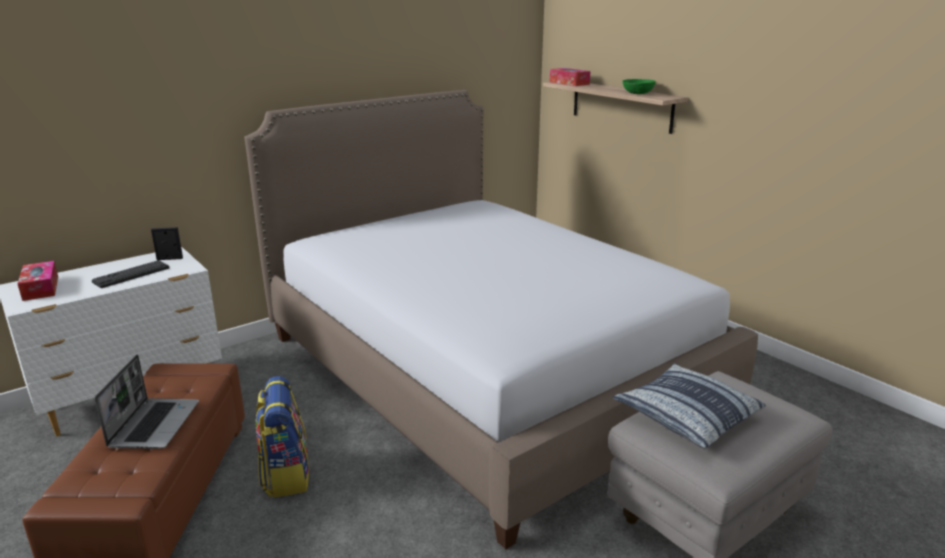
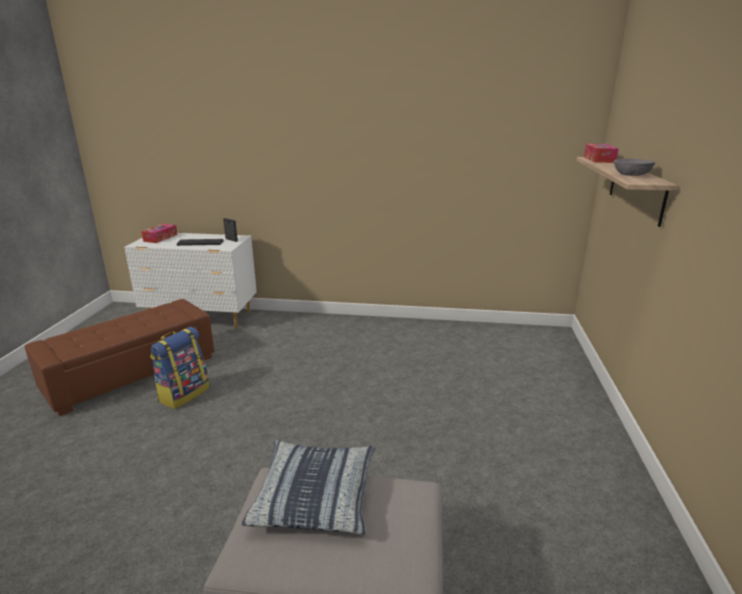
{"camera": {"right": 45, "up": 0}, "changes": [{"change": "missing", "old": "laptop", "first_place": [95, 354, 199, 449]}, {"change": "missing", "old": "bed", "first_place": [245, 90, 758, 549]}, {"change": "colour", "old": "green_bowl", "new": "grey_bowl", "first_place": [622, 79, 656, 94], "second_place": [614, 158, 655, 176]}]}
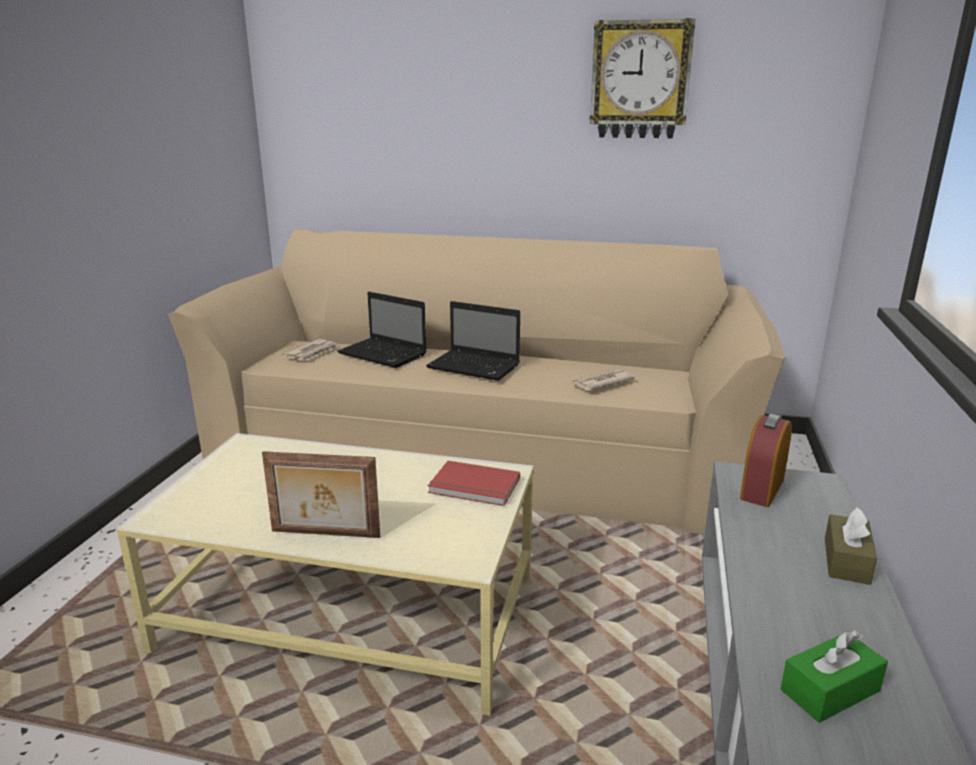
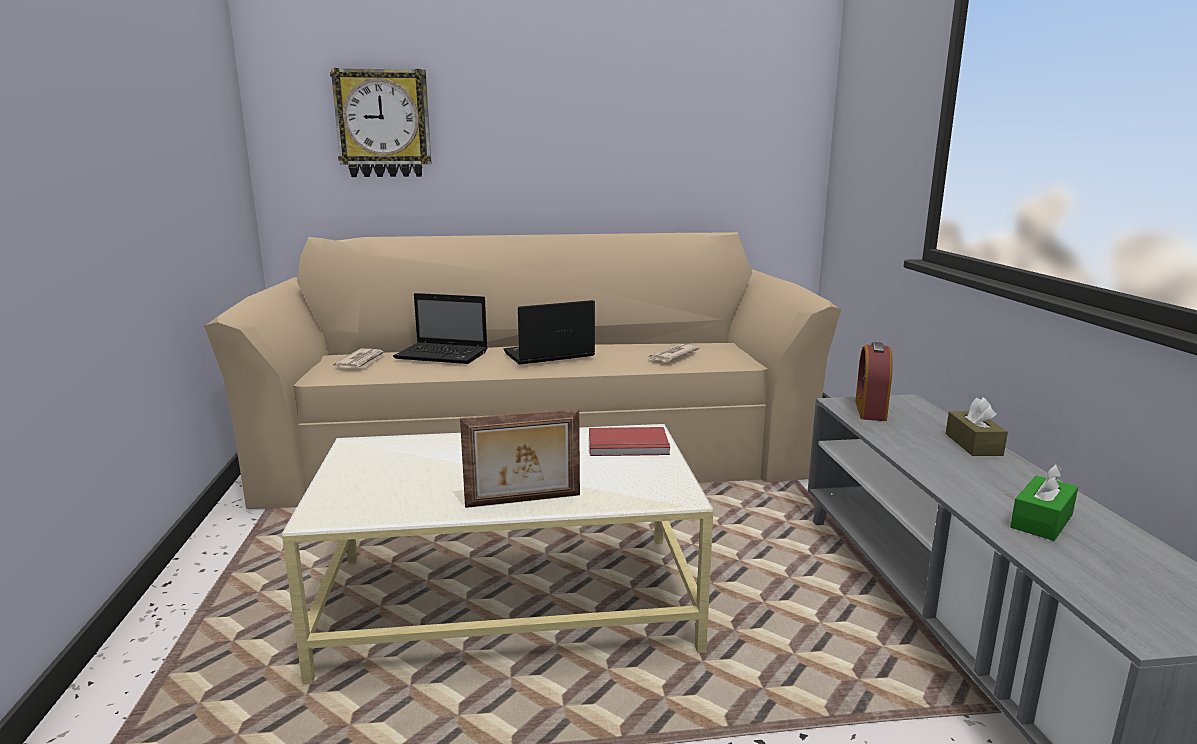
{"camera": {"right": -20, "up": -5}, "changes": [{"change": "relocated", "old": "wall_clock", "first_place": [590, 18, 695, 138], "second_place": [330, 68, 432, 177]}, {"change": "spun", "old": "laptop", "first_place": [426, 301, 520, 381], "second_place": [504, 300, 595, 365], "degrees": 150}]}
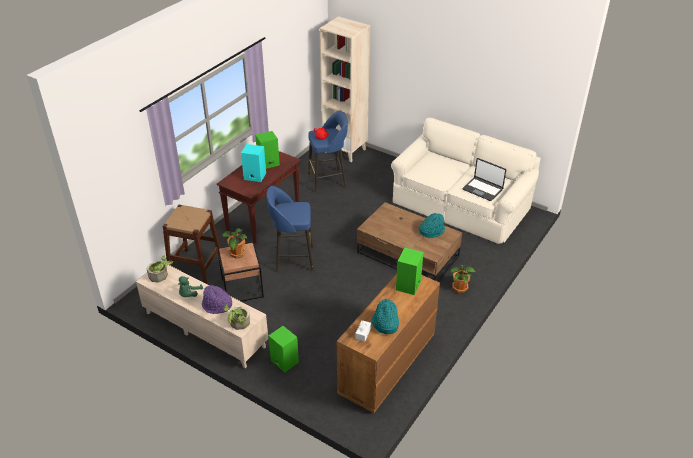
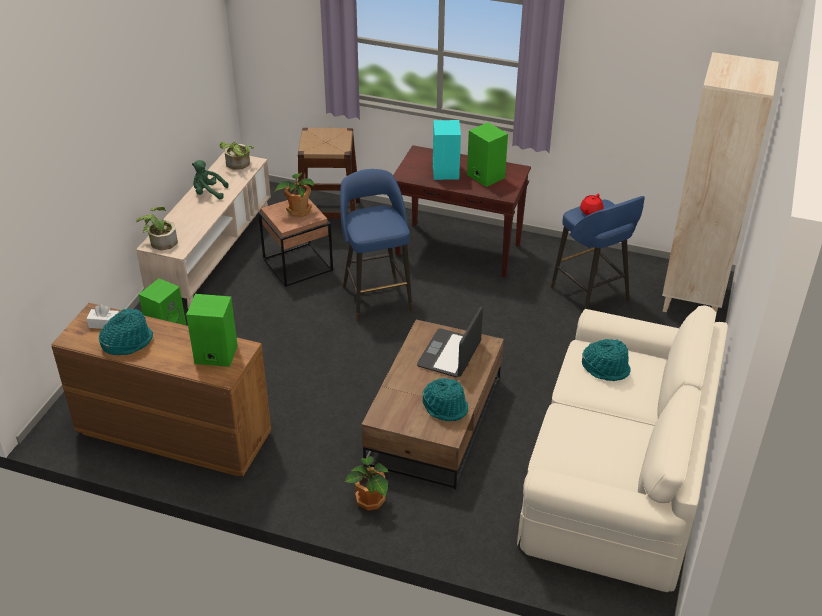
{"camera": {"right": 75, "up": 0}, "changes": [{"change": "missing", "old": "purple_hat", "first_place": [202, 285, 232, 314]}, {"change": "appeared", "new": "turquoise_hat", "second_place": [582, 339, 631, 381]}, {"change": "relocated", "old": "laptop", "first_place": [462, 158, 506, 201], "second_place": [417, 307, 483, 378]}]}
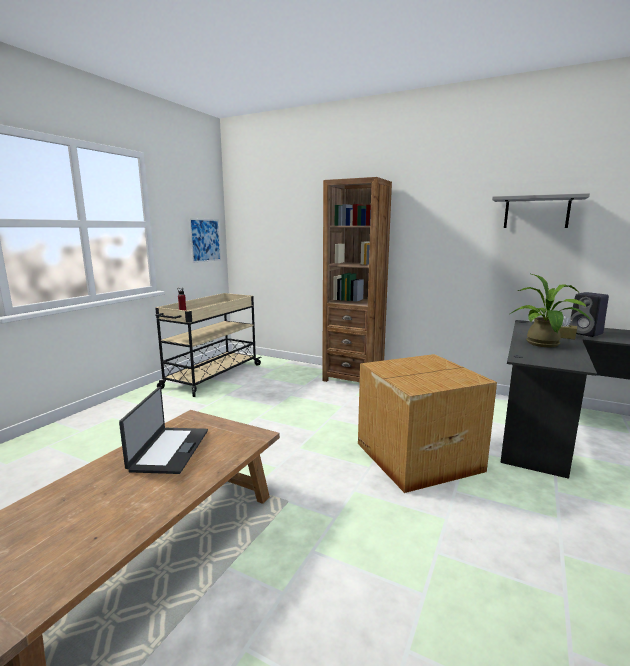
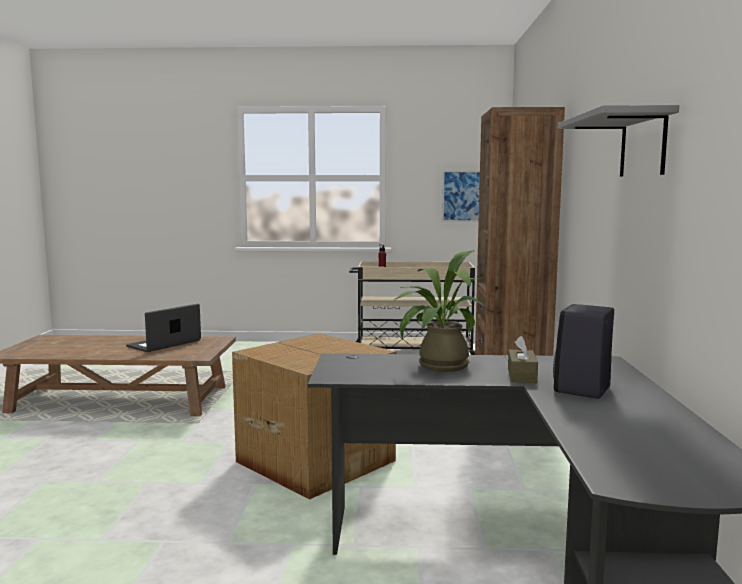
{"camera": {"right": 65, "up": -5}, "changes": [{"change": "spun", "old": "laptop", "first_place": [119, 387, 208, 474], "second_place": [126, 304, 201, 352], "degrees": 150}]}
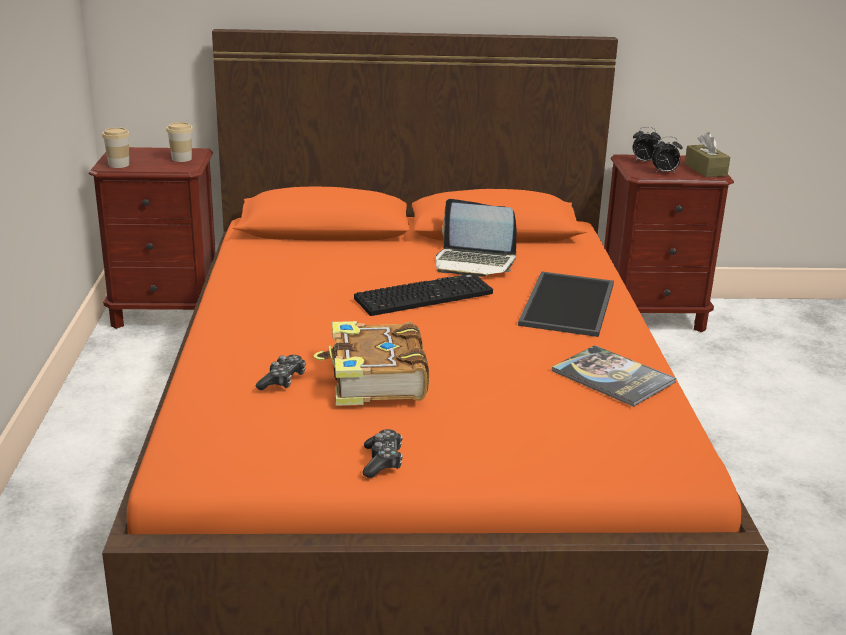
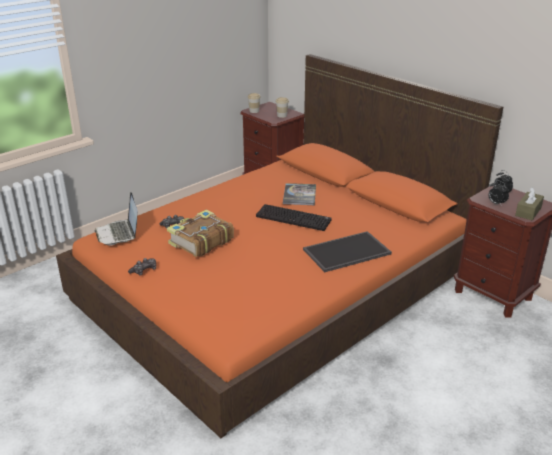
{"camera": {"right": 50, "up": 5}, "changes": [{"change": "relocated", "old": "laptop", "first_place": [436, 199, 517, 277], "second_place": [95, 192, 137, 246]}, {"change": "relocated", "old": "book", "first_place": [551, 345, 676, 407], "second_place": [283, 183, 316, 205]}]}
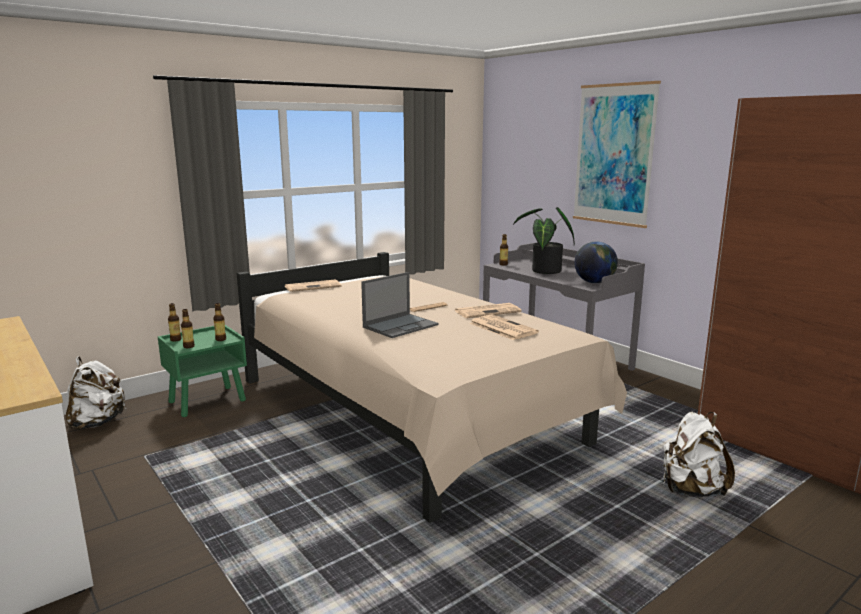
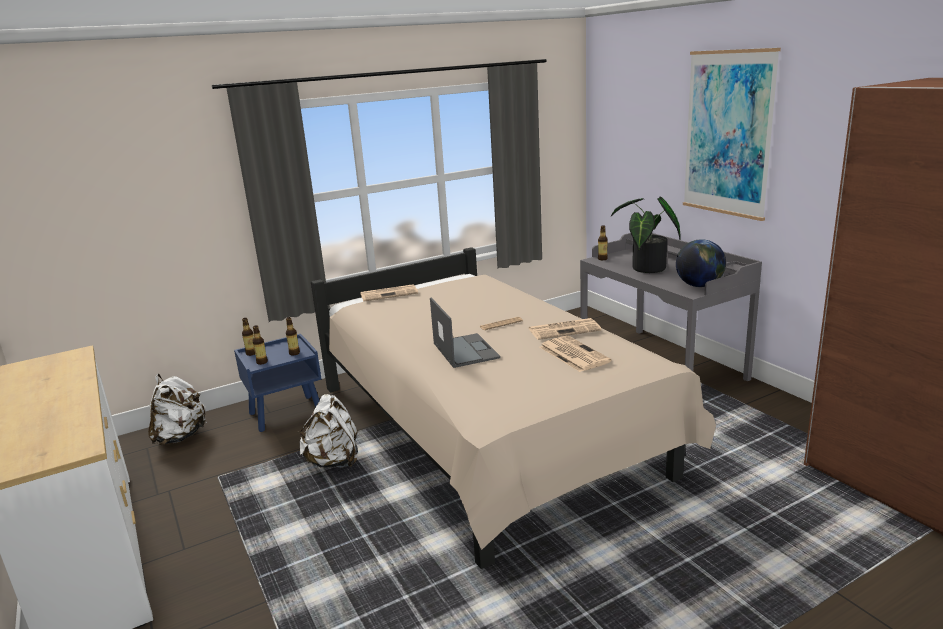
{"camera": {"right": 10, "up": 5}, "changes": [{"change": "relocated", "old": "white_backpack", "first_place": [663, 412, 735, 497], "second_place": [298, 394, 358, 468]}, {"change": "colour", "old": "green_nightstand", "new": "blue_nightstand", "first_place": [158, 325, 247, 417], "second_place": [234, 334, 322, 432]}, {"change": "spun", "old": "laptop", "first_place": [361, 272, 438, 338], "second_place": [430, 298, 501, 368], "degrees": -75}]}
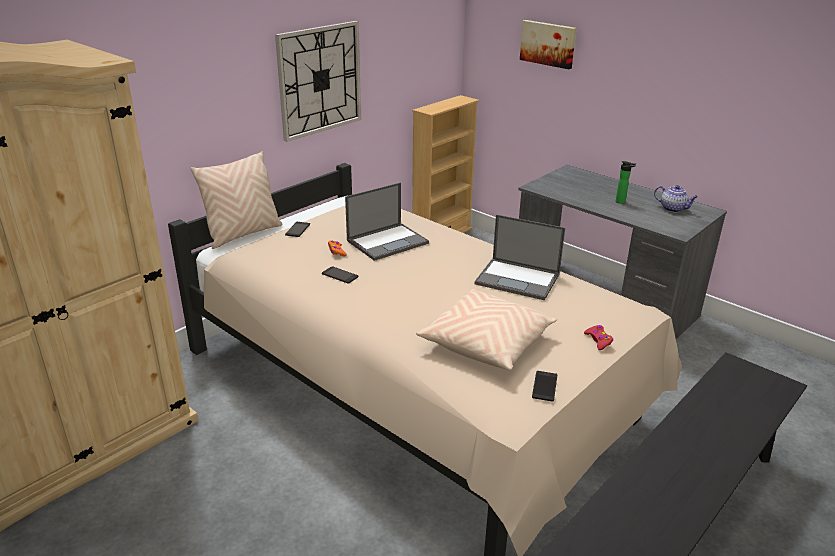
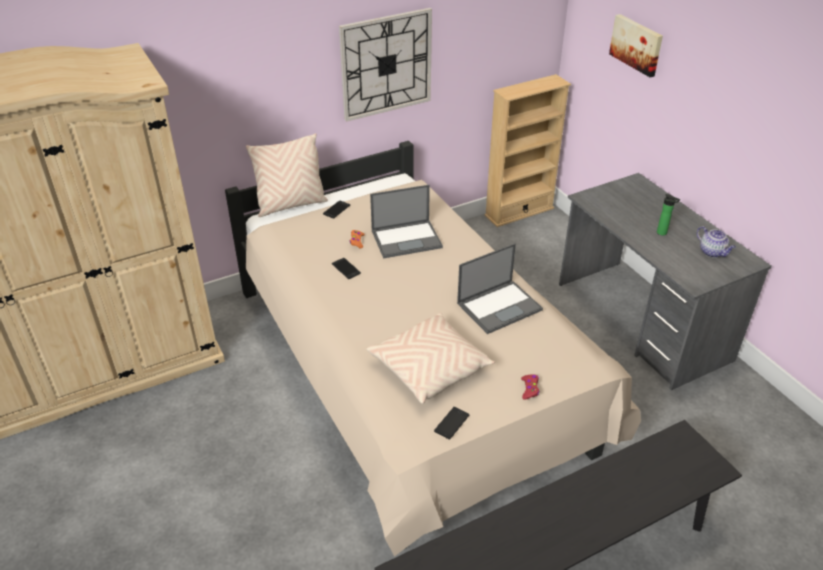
{"camera": {"right": 20, "up": 10}, "changes": [{"change": "spun", "old": "laptop", "first_place": [475, 214, 565, 300], "second_place": [457, 243, 543, 334], "degrees": -75}]}
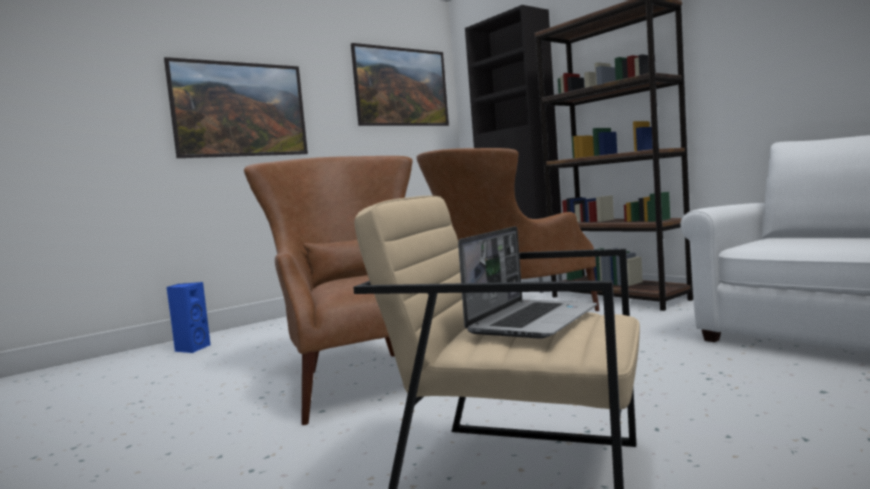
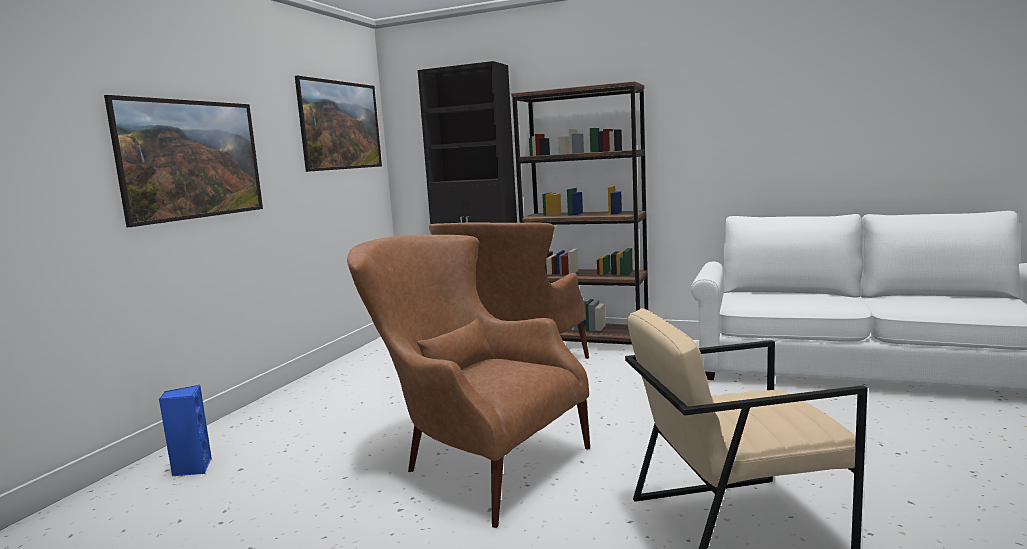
{"camera": {"right": -30, "up": 5}, "changes": [{"change": "missing", "old": "laptop", "first_place": [458, 226, 597, 339]}]}
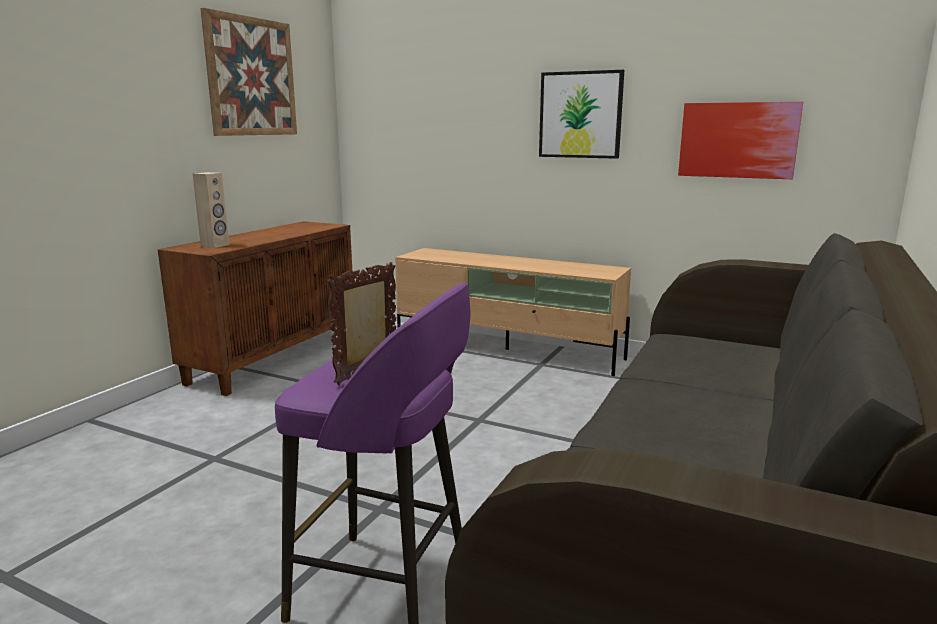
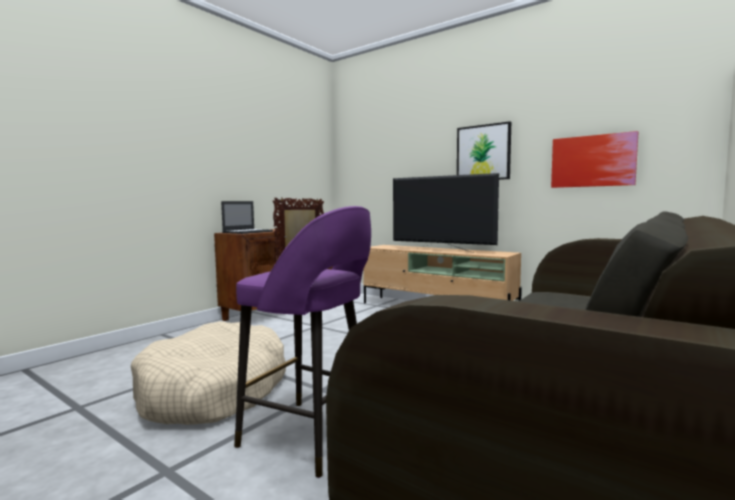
{"camera": {"right": 10, "up": -10}, "changes": [{"change": "missing", "old": "picture", "first_place": [200, 8, 297, 136]}, {"change": "appeared", "new": "beige_dog_bed", "second_place": [131, 321, 286, 425]}, {"change": "appeared", "new": "television", "second_place": [393, 173, 499, 253]}, {"change": "exchanged", "old": "beige_speaker", "new": "laptop", "first_place": [193, 172, 229, 248], "second_place": [221, 201, 273, 234]}]}
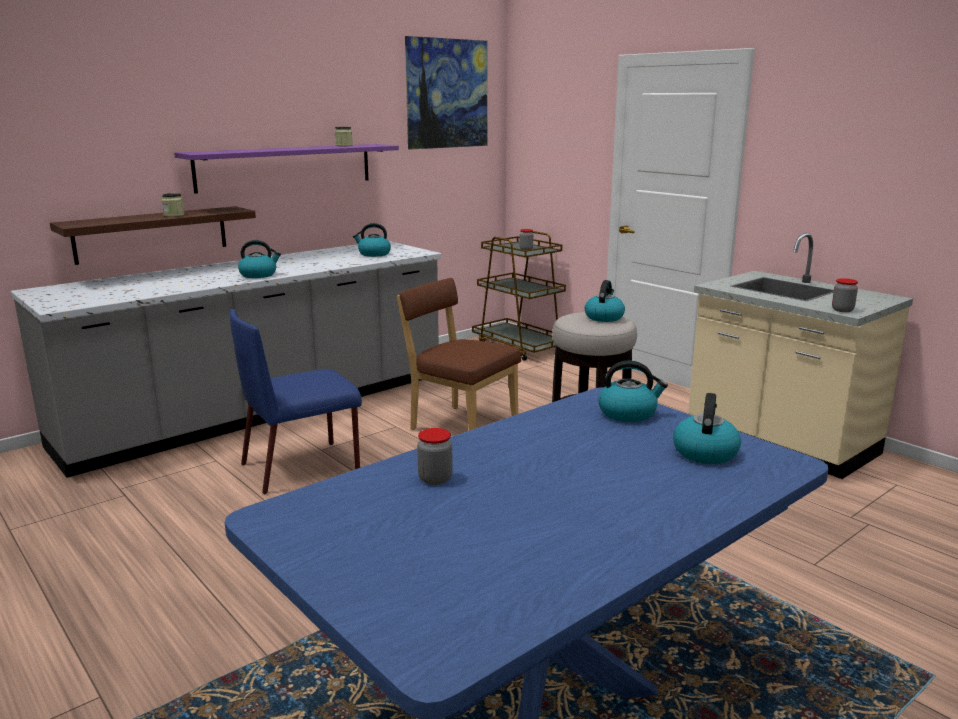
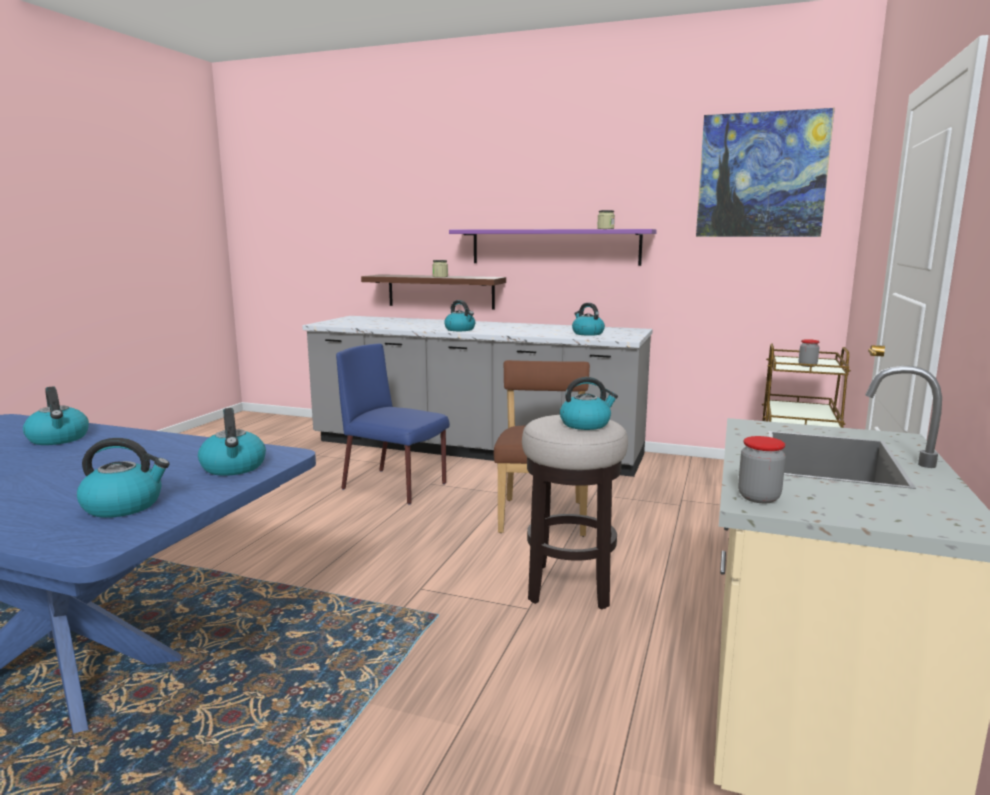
{"camera": {"right": 60, "up": -5}, "changes": [{"change": "exchanged", "old": "jar", "new": "kettle", "first_place": [417, 428, 453, 485], "second_place": [23, 386, 89, 445]}]}
